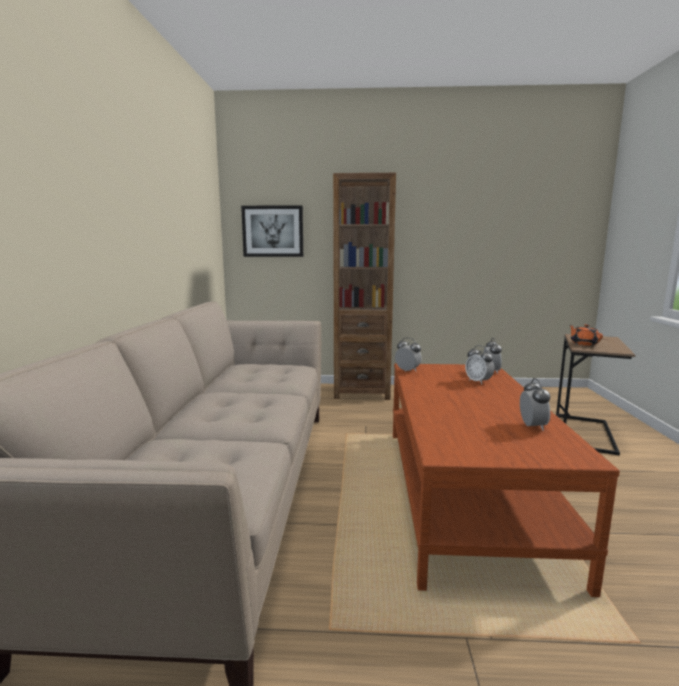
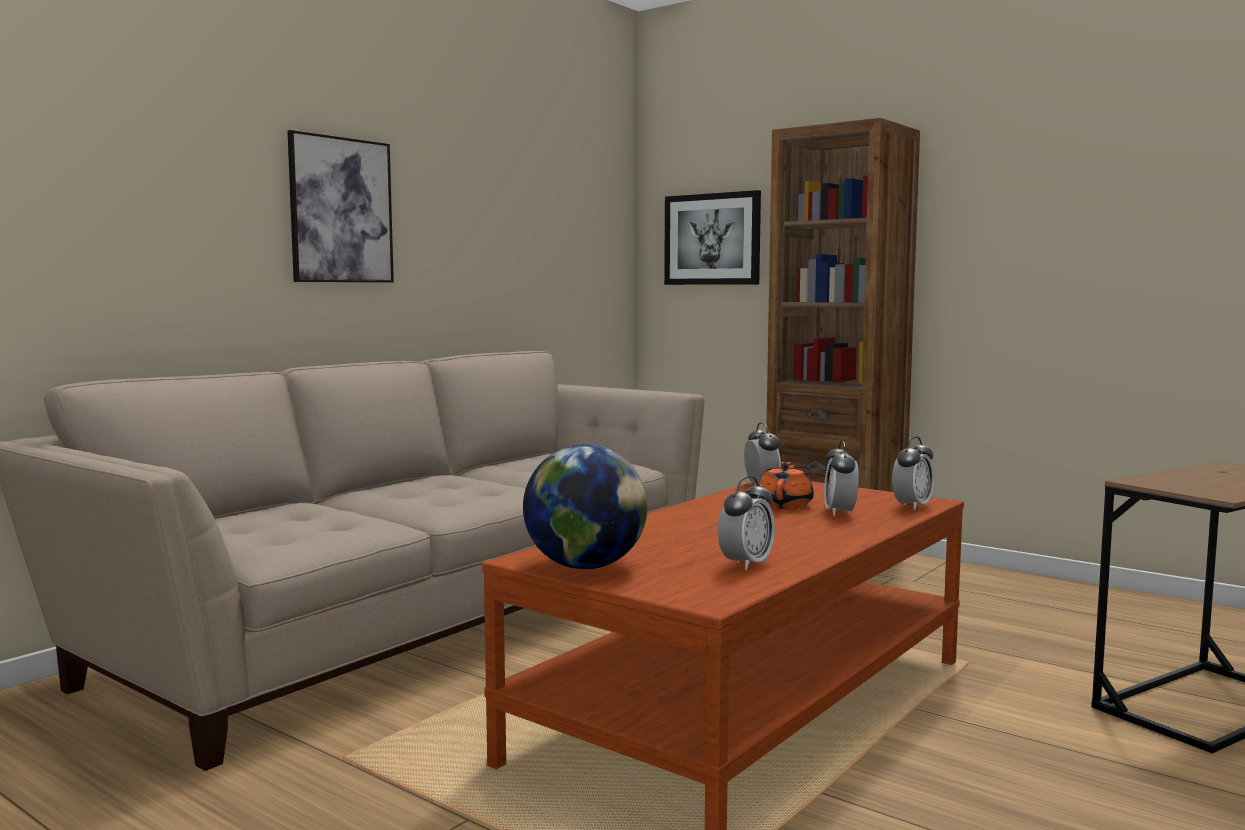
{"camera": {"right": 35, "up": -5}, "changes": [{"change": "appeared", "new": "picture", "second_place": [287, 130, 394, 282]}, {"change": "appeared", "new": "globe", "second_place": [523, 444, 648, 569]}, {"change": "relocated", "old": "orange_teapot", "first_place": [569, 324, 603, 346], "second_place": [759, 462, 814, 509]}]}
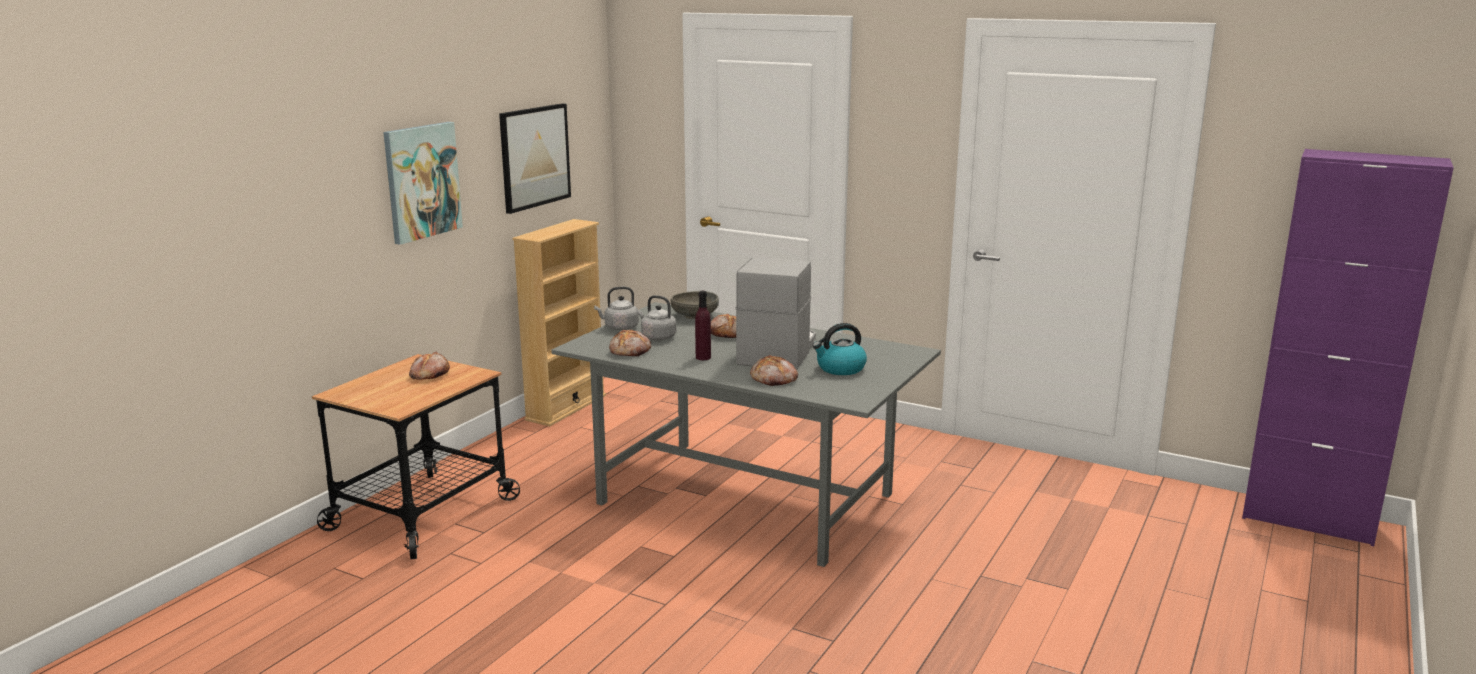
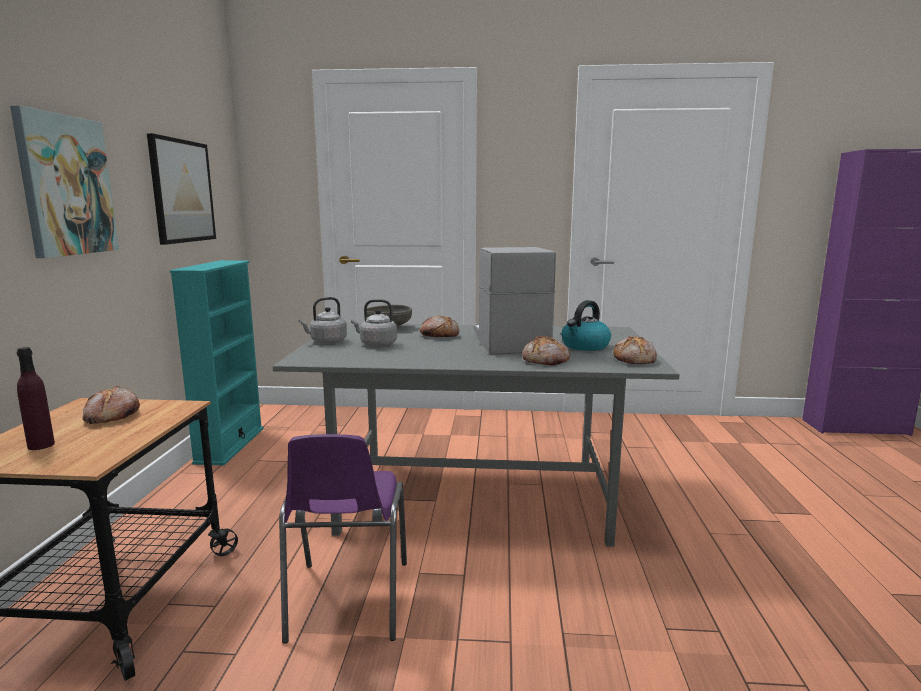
{"camera": {"right": -25, "up": -5}, "changes": [{"change": "appeared", "new": "purple_chair", "second_place": [279, 434, 407, 644]}, {"change": "relocated", "old": "bread", "first_place": [609, 330, 651, 356], "second_place": [613, 336, 657, 364]}, {"change": "relocated", "old": "purple_bottle", "first_place": [695, 291, 711, 360], "second_place": [17, 347, 55, 450]}, {"change": "colour", "old": "beige_bookcase", "new": "turquoise_bookcase", "first_place": [512, 219, 606, 426], "second_place": [170, 260, 264, 465]}]}
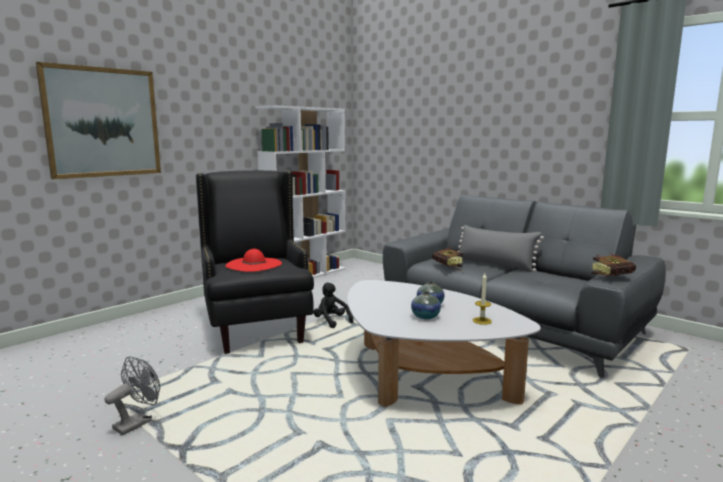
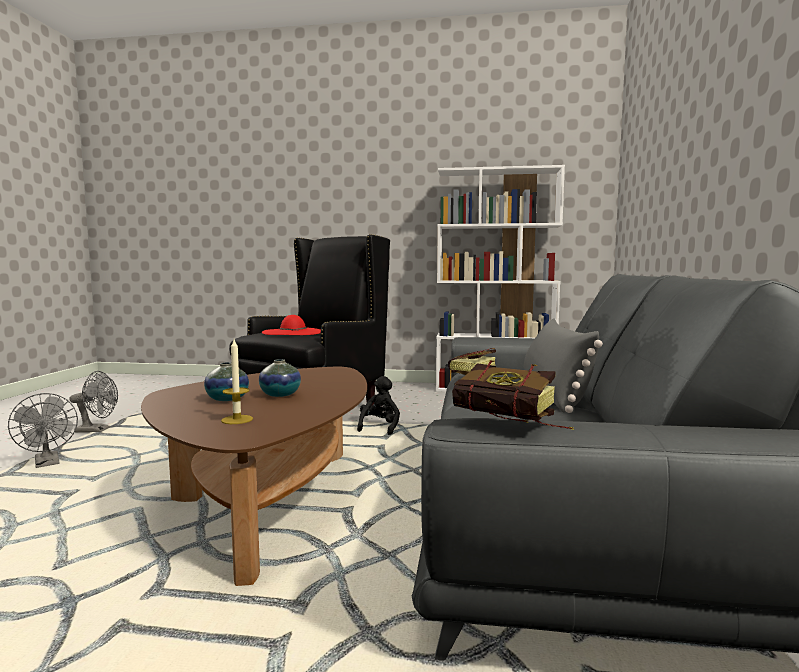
{"camera": {"right": 55, "up": -5}, "changes": [{"change": "missing", "old": "picture", "first_place": [36, 62, 161, 179]}, {"change": "appeared", "new": "grey_fan", "second_place": [8, 393, 78, 468]}, {"change": "colour", "old": "white_coffee_table", "new": "brown_coffee_table", "first_place": [347, 280, 541, 407], "second_place": [141, 367, 367, 586]}]}
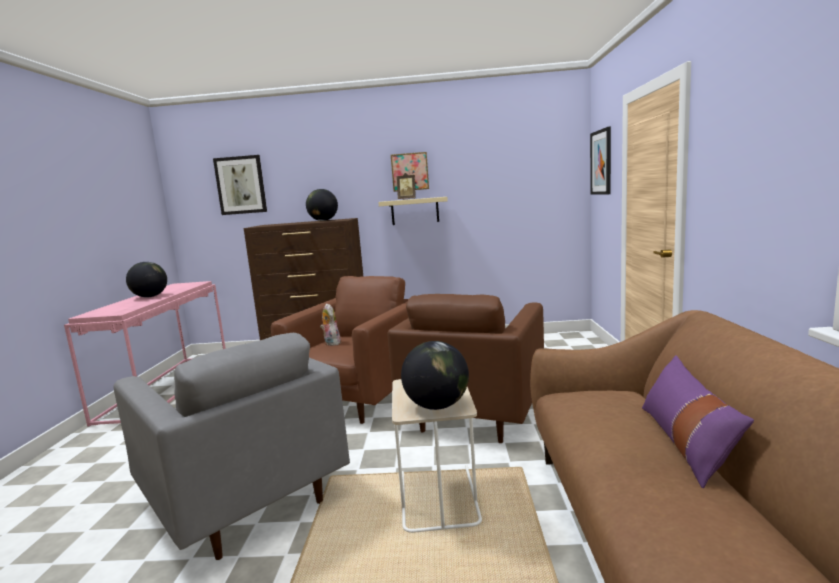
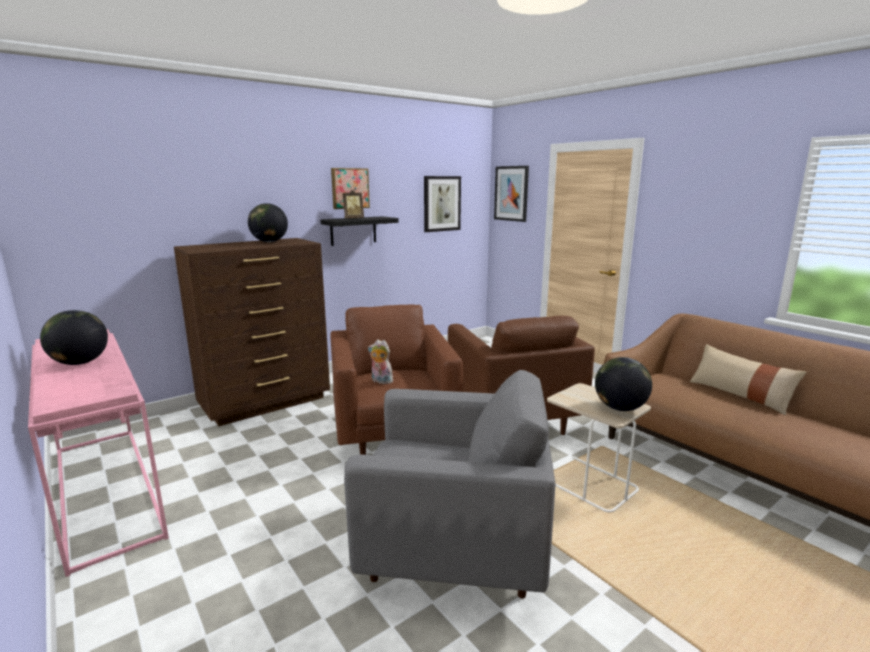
{"camera": {"right": -40, "up": 5}, "changes": [{"change": "relocated", "old": "picture", "first_place": [213, 155, 267, 215], "second_place": [424, 176, 461, 232]}, {"change": "colour", "old": "beige_shelf", "new": "black_shelf", "first_place": [378, 197, 448, 225], "second_place": [321, 216, 399, 246]}, {"change": "colour", "old": "purple_pillow", "new": "beige_pillow", "first_place": [642, 356, 754, 488], "second_place": [690, 344, 807, 415]}]}
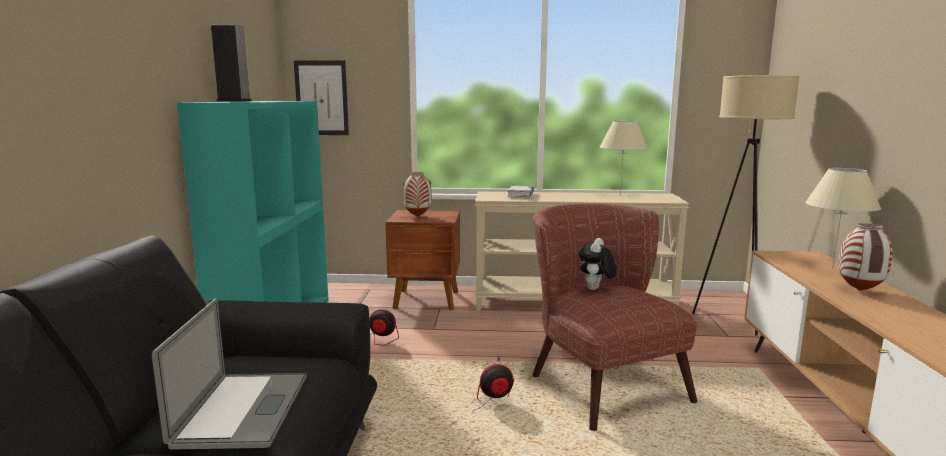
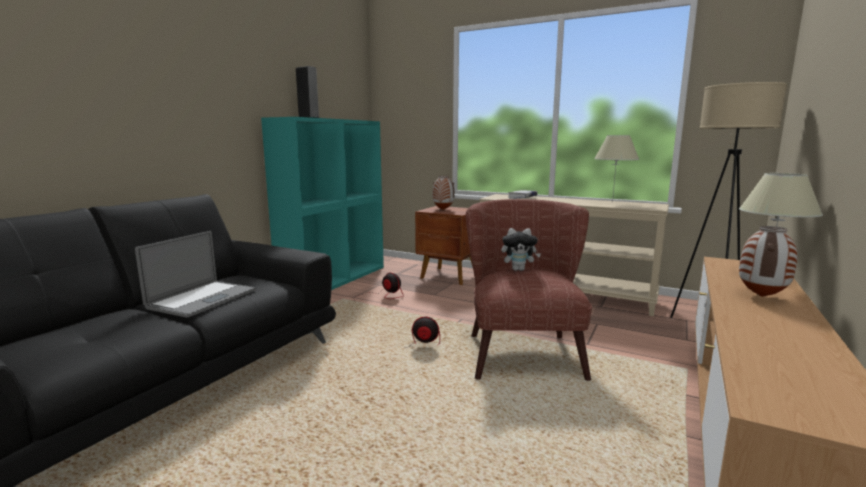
{"camera": {"right": 25, "up": 0}, "changes": [{"change": "missing", "old": "picture", "first_place": [294, 60, 349, 135]}, {"change": "spun", "old": "plush_toy", "first_place": [579, 238, 616, 290], "second_place": [501, 228, 541, 271], "degrees": -135}]}
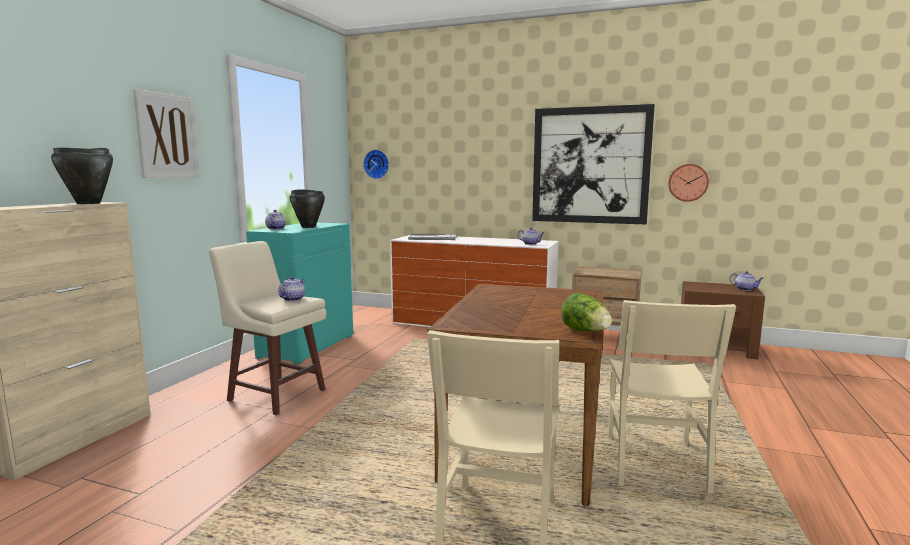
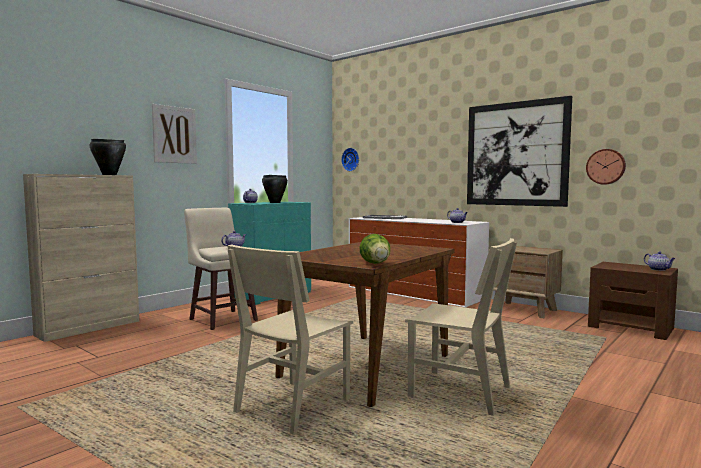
{"camera": {"right": 20, "up": -5}, "changes": [{"change": "spun", "old": "beige_chair", "first_place": [608, 300, 736, 493], "second_place": [405, 238, 517, 416], "degrees": -90}]}
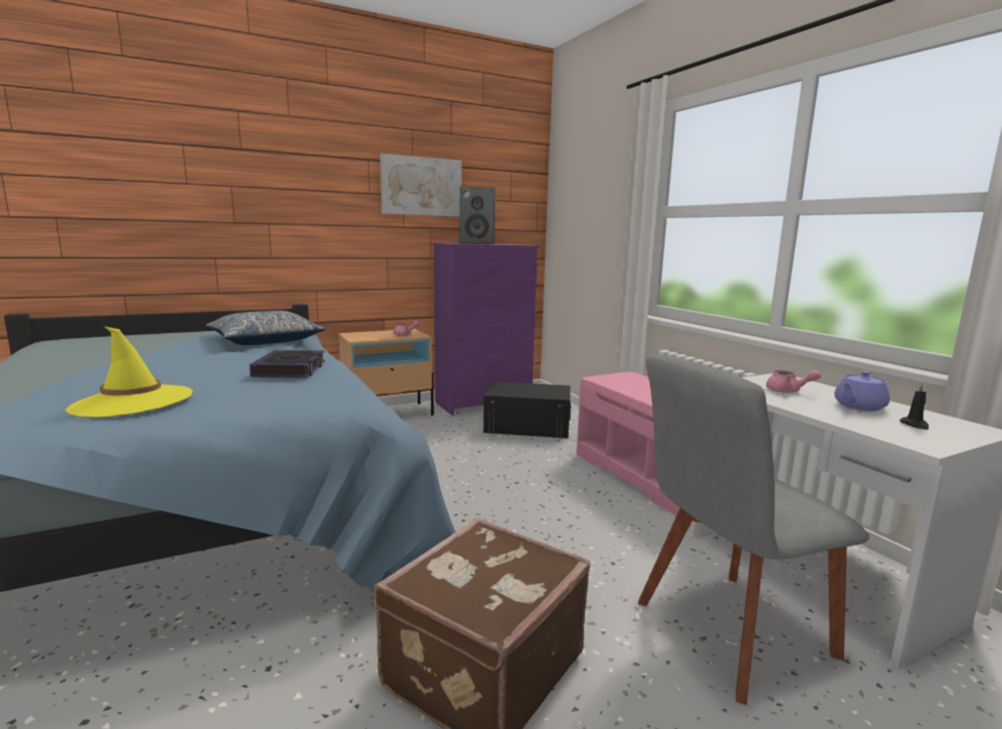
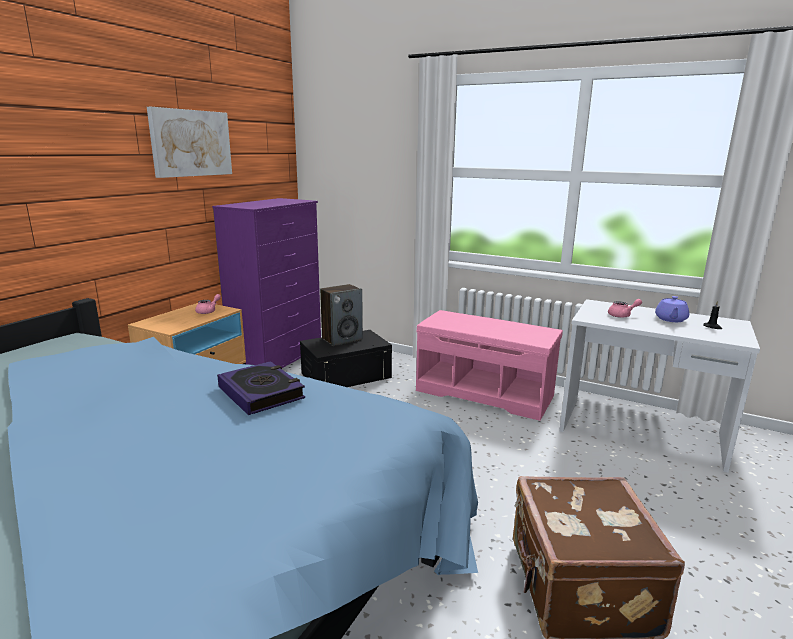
{"camera": {"right": -35, "up": 5}, "changes": [{"change": "missing", "old": "yellow_hat", "first_place": [66, 326, 193, 417]}, {"change": "missing", "old": "pillow", "first_place": [206, 310, 326, 345]}, {"change": "missing", "old": "grey_chair", "first_place": [638, 354, 870, 705]}, {"change": "relocated", "old": "speaker", "first_place": [459, 187, 495, 244], "second_place": [320, 284, 363, 346]}]}
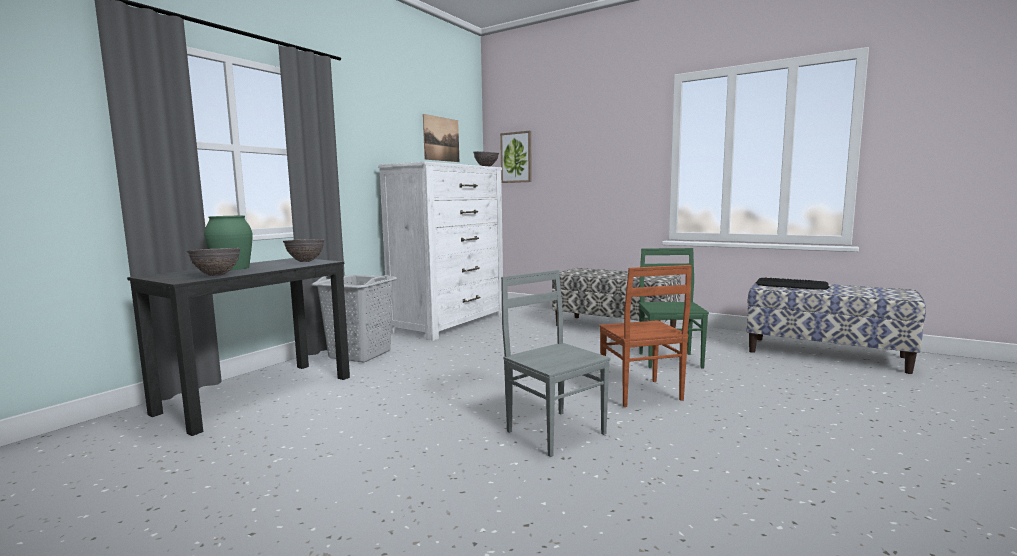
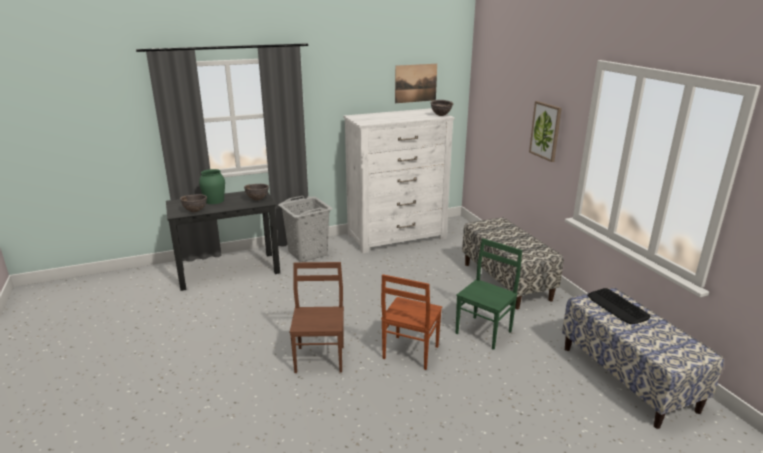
{"camera": {"right": 35, "up": 15}, "changes": [{"change": "relocated", "old": "picture", "first_place": [500, 131, 532, 183], "second_place": [529, 101, 562, 162]}, {"change": "colour", "old": "grey_chair", "new": "brown_chair", "first_place": [501, 270, 610, 457], "second_place": [290, 262, 344, 373]}]}
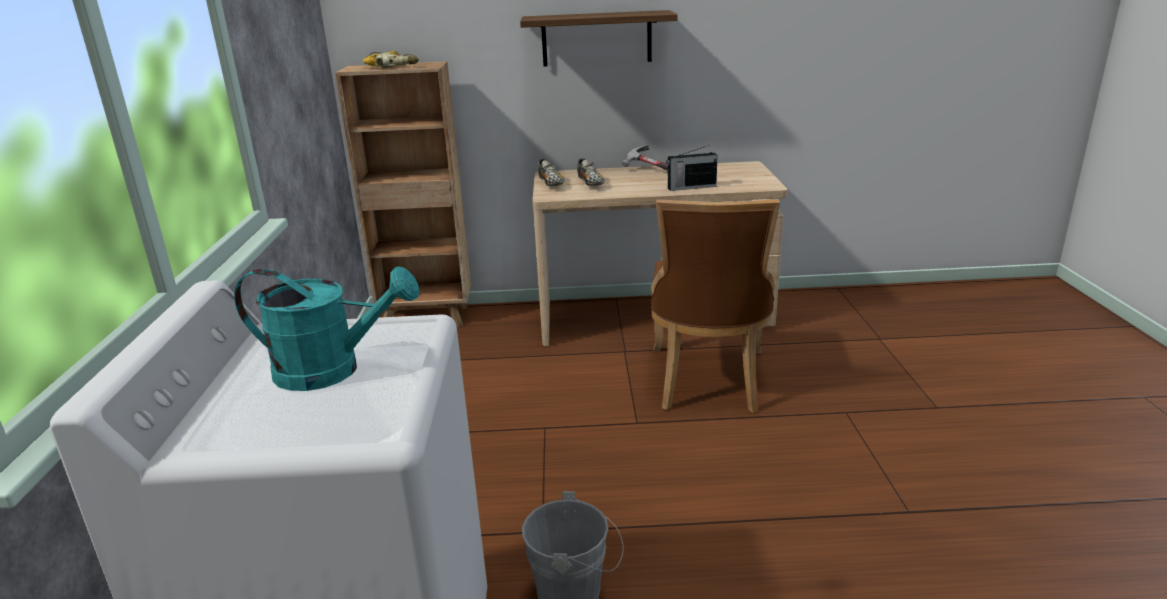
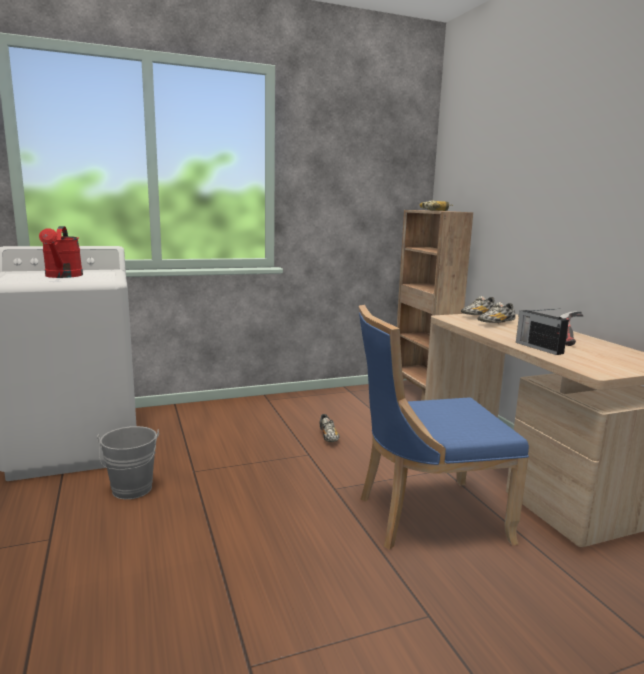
{"camera": {"right": 70, "up": -10}, "changes": [{"change": "missing", "old": "shelf", "first_place": [520, 10, 678, 66]}, {"change": "appeared", "new": "shoe", "second_place": [320, 414, 339, 442]}, {"change": "colour", "old": "turquoise_watering_can", "new": "red_watering_can", "first_place": [234, 266, 419, 391], "second_place": [39, 226, 83, 278]}, {"change": "colour", "old": "brown_chair", "new": "blue_chair", "first_place": [651, 199, 780, 413], "second_place": [359, 305, 529, 550]}]}
